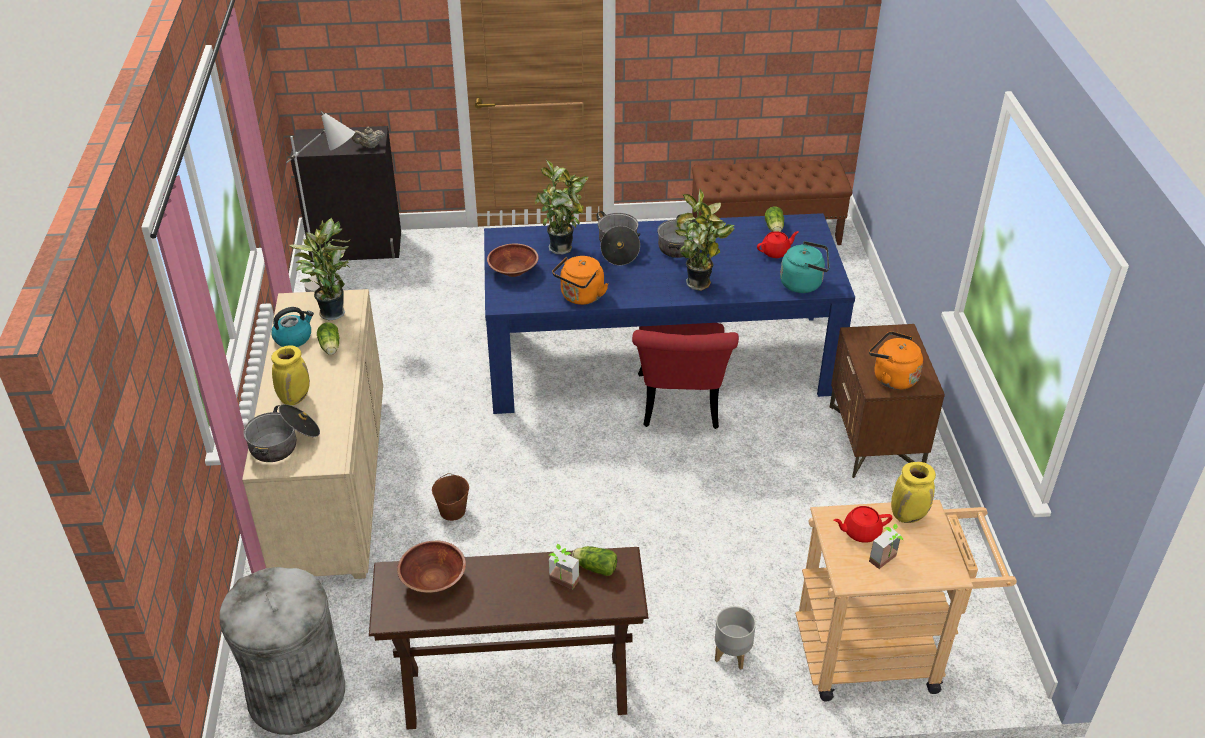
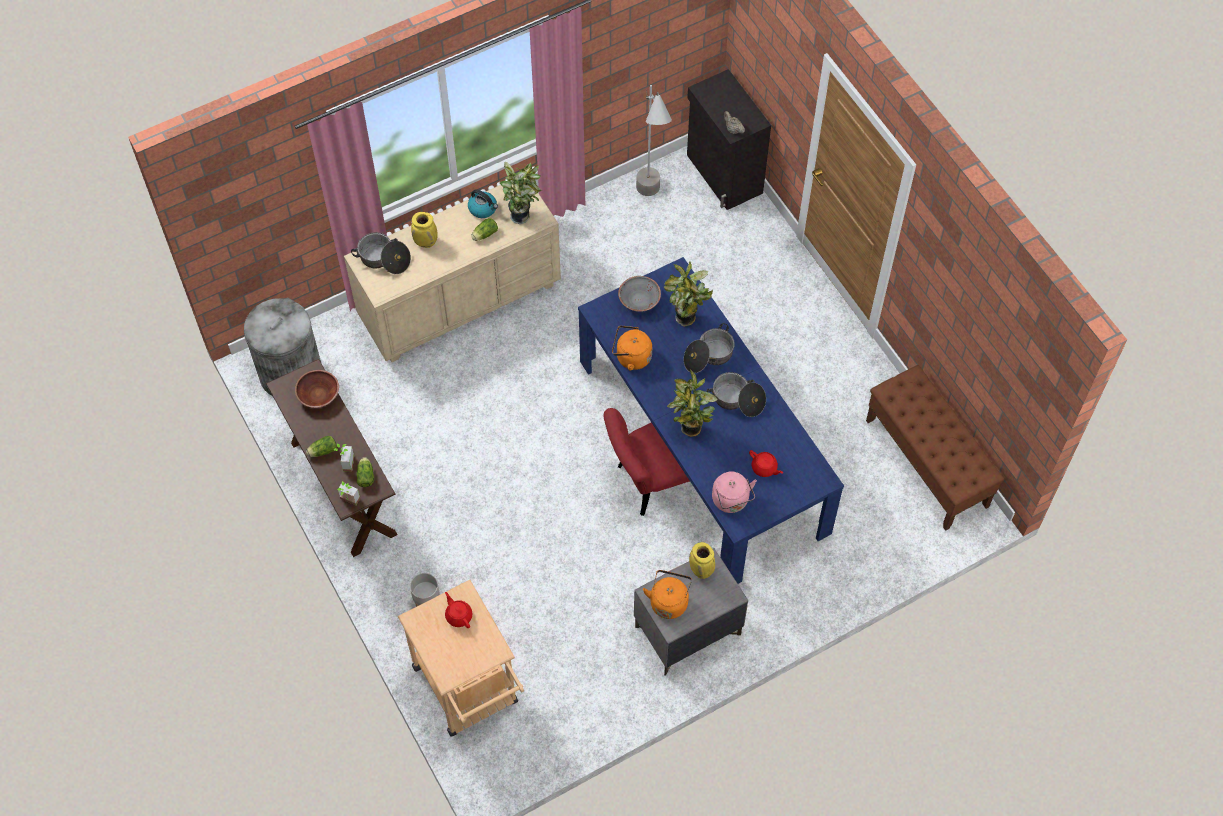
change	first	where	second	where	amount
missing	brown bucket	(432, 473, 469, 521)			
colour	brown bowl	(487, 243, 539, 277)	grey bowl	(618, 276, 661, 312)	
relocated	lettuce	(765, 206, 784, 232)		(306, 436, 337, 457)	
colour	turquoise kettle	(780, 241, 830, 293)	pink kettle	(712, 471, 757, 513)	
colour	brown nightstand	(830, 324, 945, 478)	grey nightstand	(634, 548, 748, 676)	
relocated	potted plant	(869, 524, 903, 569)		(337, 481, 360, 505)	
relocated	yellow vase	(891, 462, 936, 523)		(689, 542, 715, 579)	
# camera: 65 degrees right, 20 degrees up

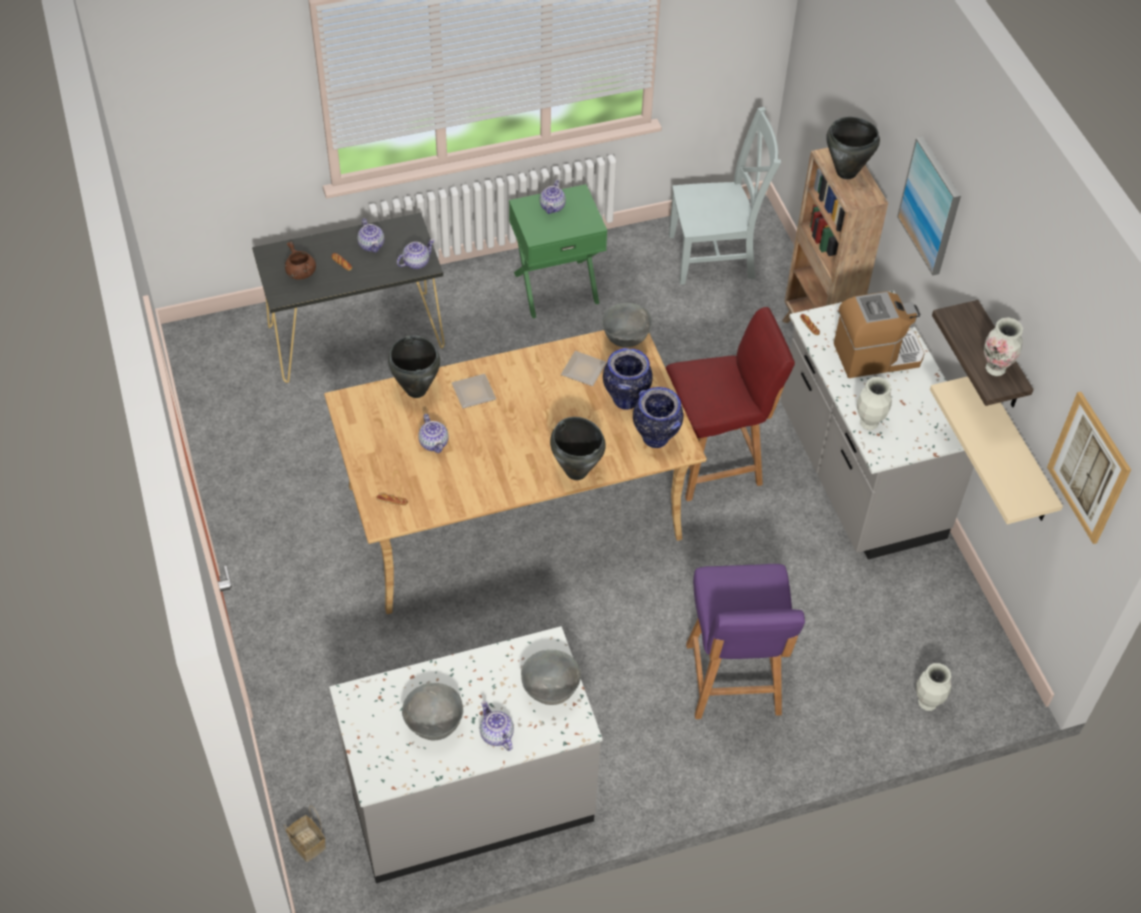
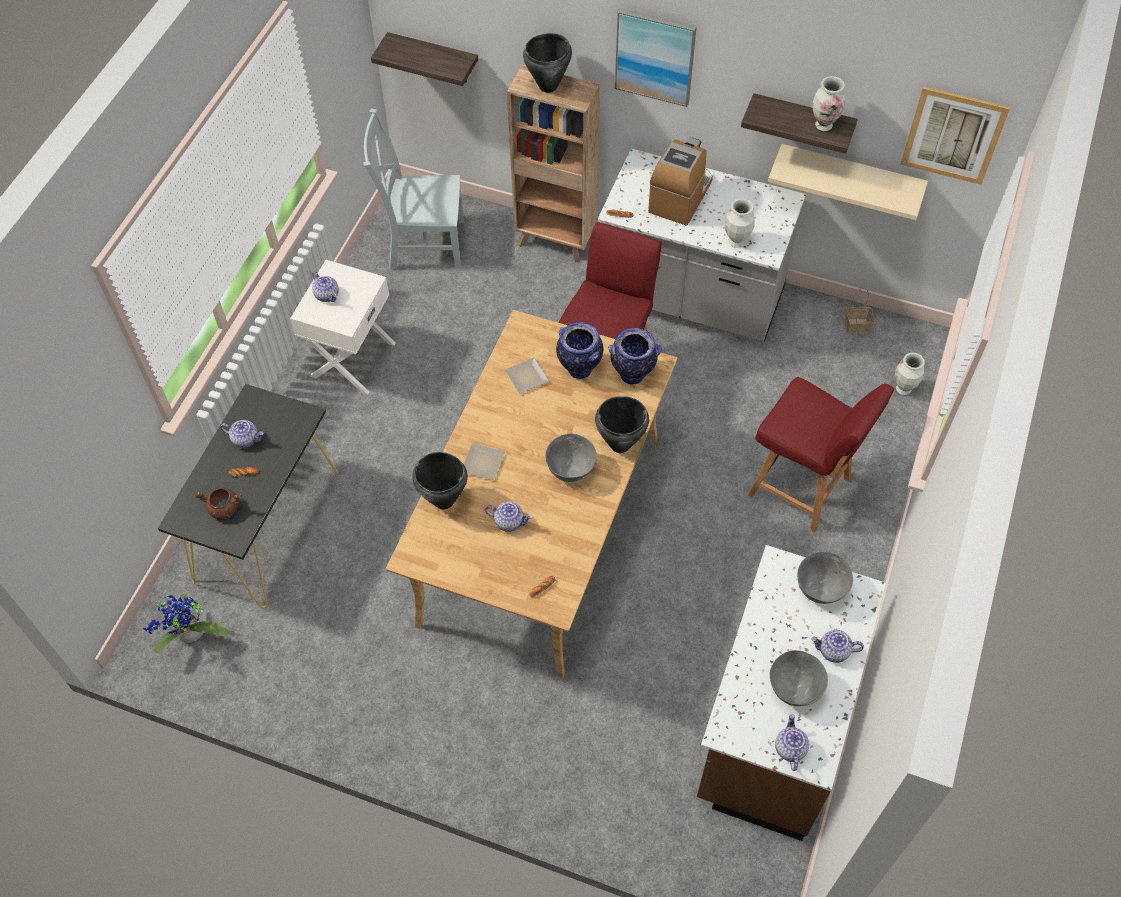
change	first	where	second	where	amount
relocated	basket	(284, 805, 326, 862)		(844, 288, 874, 334)	
colour	grey counter	(329, 626, 603, 883)	brown counter	(697, 545, 886, 841)	
relocated	teapot	(397, 239, 435, 269)		(775, 714, 809, 771)	
colour	green nightstand	(509, 184, 607, 318)	white nightstand	(290, 260, 396, 394)	
relocated	grey bowl	(602, 303, 652, 348)		(545, 434, 597, 482)	
spun	grey chair	(669, 107, 781, 285)		(363, 109, 464, 270)	120 degrees counterclockwise
colour	purple chair	(686, 564, 805, 719)	red chair	(748, 377, 894, 532)	
appeared			potted plant	(143, 594, 229, 653)	
appeared			shelf	(371, 32, 478, 86)	
# camera: 50 degrees left, 5 degrees up

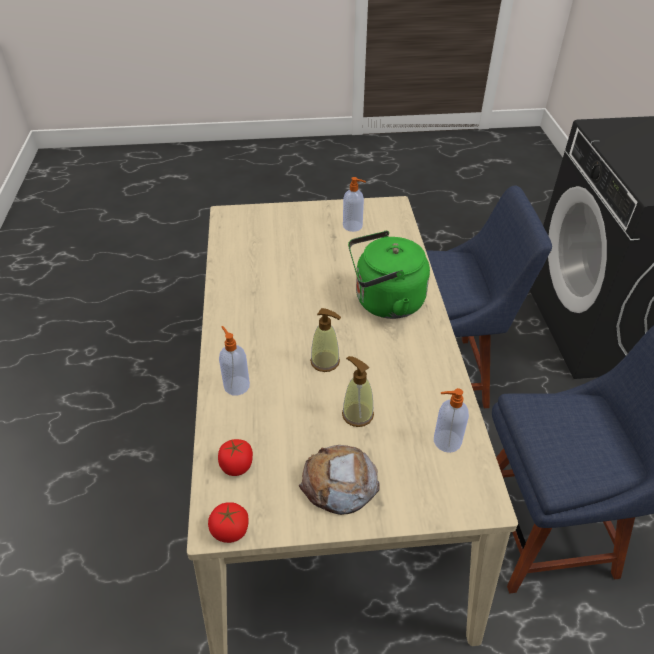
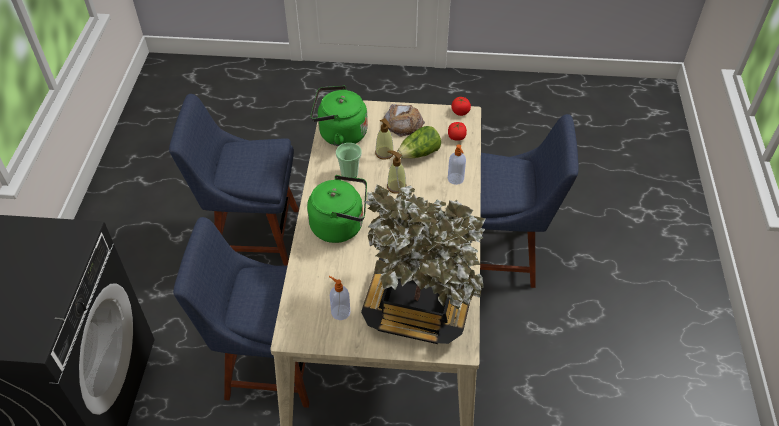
change	first	where	second	where	amount
exchanged	soap dispenser	(434, 388, 469, 453)	green kettle	(311, 85, 368, 146)	
appeared			cup	(336, 143, 361, 178)	
appeared			potted plant	(361, 184, 486, 344)	
appeared			lettuce	(397, 126, 441, 158)	
appeared			blue chair	(480, 114, 579, 288)	
# camera: 170 degrees left, 5 degrees up

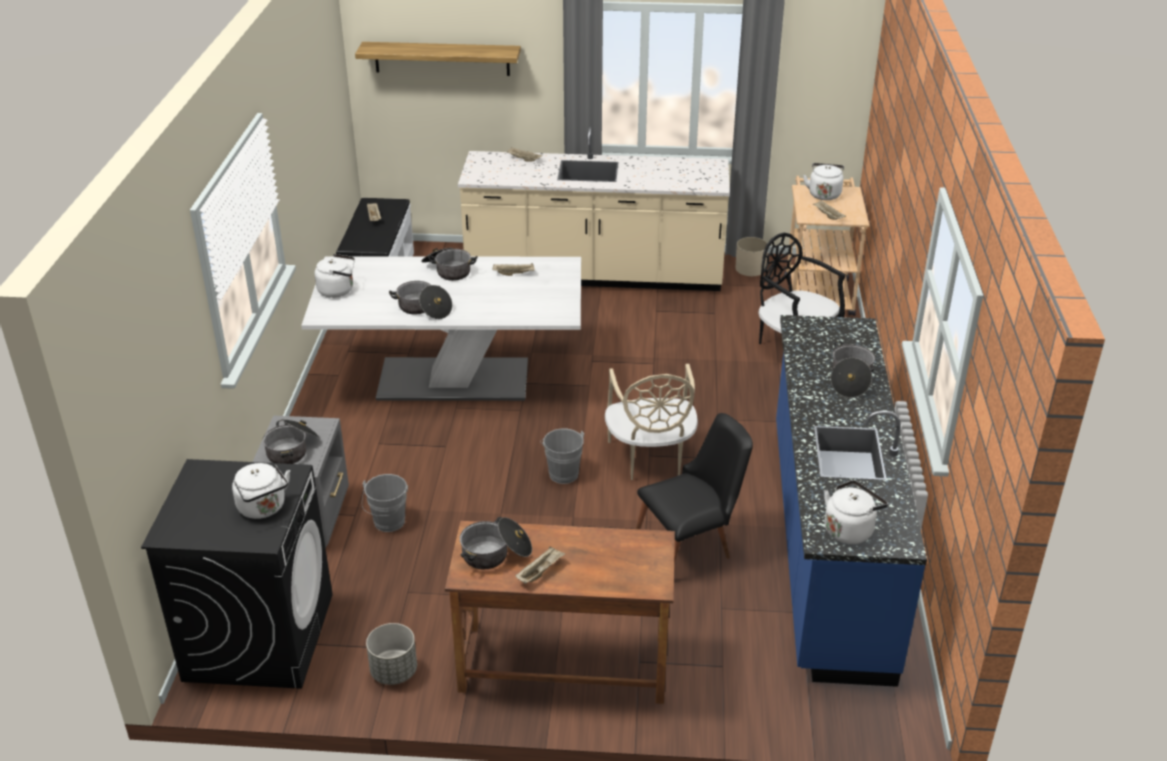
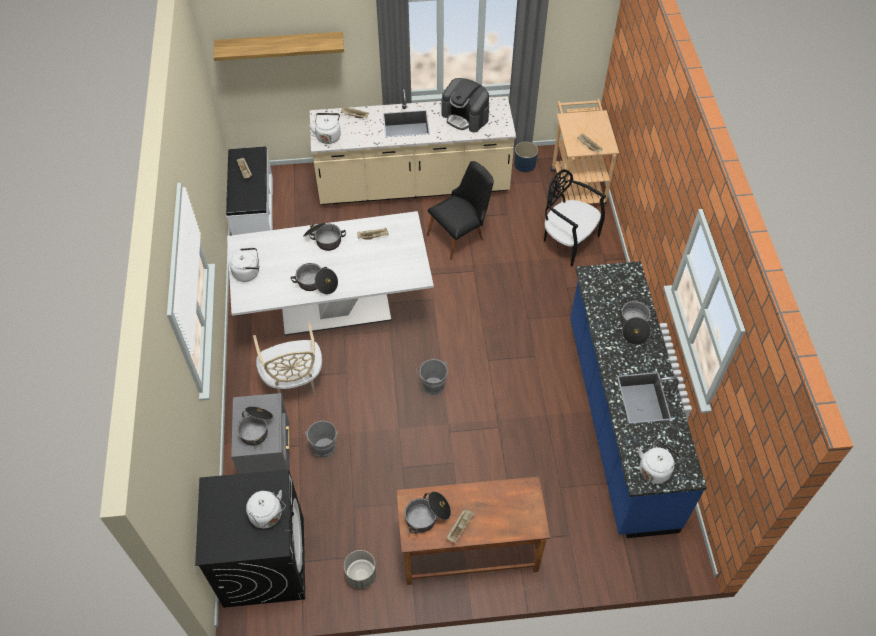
change	first	where	second	where	amount
relocated	beige chair	(605, 364, 698, 480)		(253, 322, 322, 395)	
relocated	black chair	(636, 413, 753, 564)		(427, 161, 494, 260)	
colour	beige planter	(736, 237, 768, 276)	blue planter	(514, 142, 538, 172)	
relocated	white kettle	(803, 163, 844, 200)		(309, 113, 341, 144)	
appeared			coffee machine	(442, 78, 489, 132)	
# camera: 10 degrees left, 20 degrees up

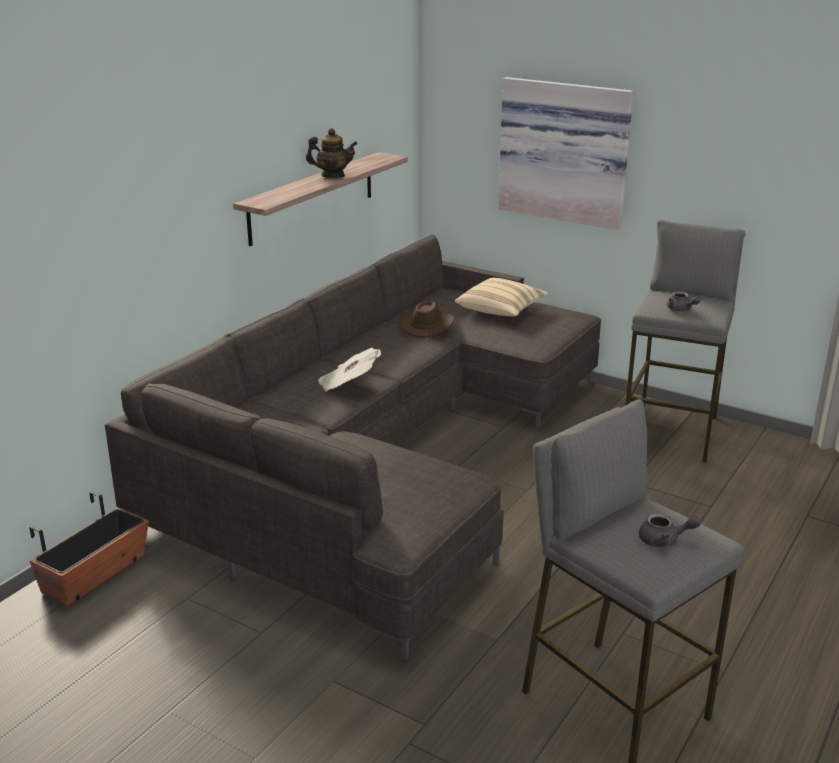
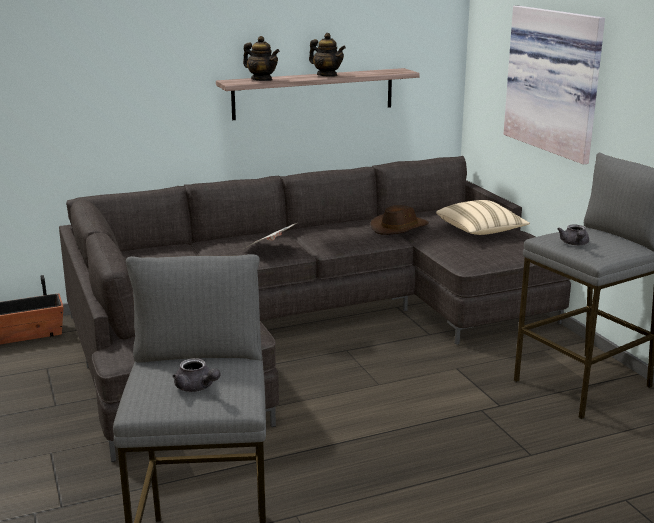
change	first	where	second	where	amount
appeared			teapot	(243, 36, 280, 81)	
# camera: 35 degrees right, 5 degrees down

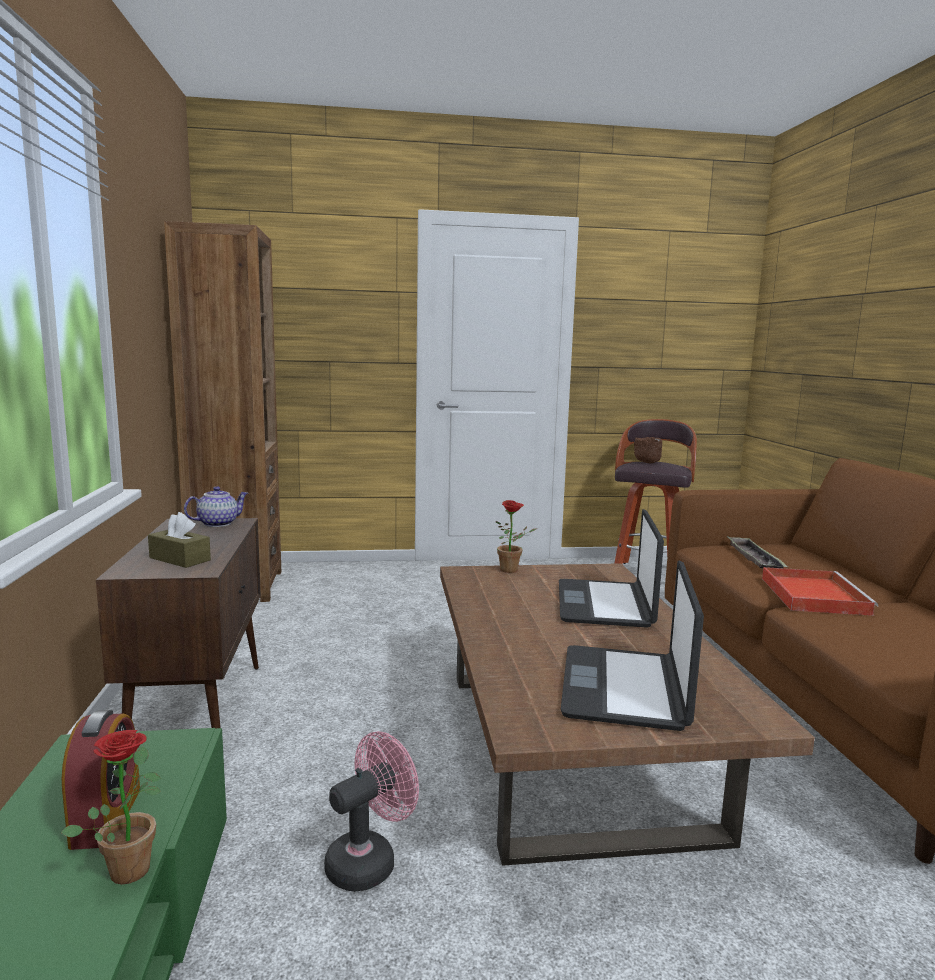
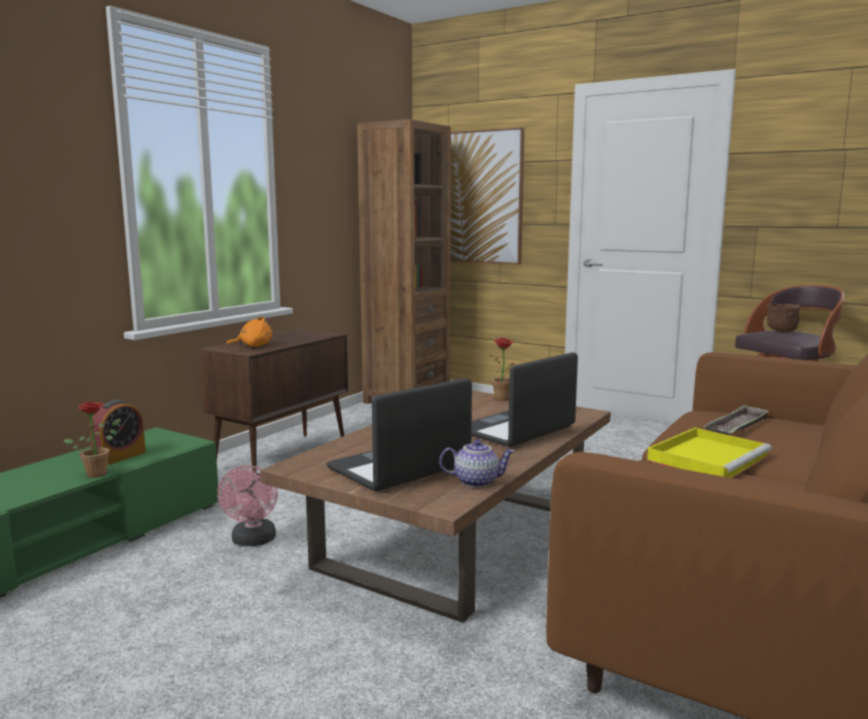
change	first	where	second	where	amount
exchanged	brown tissue box	(148, 512, 211, 568)	orange plush toy	(226, 316, 272, 347)	
relocated	teapot	(184, 486, 248, 527)		(439, 439, 515, 488)	
spun	pink fan	(324, 731, 419, 892)		(217, 465, 278, 546)	90 degrees clockwise
colour	red tray	(762, 567, 878, 616)	yellow tray	(647, 428, 772, 478)	
appeared			picture	(450, 127, 525, 265)	
# camera: 40 degrees right, 0 degrees up

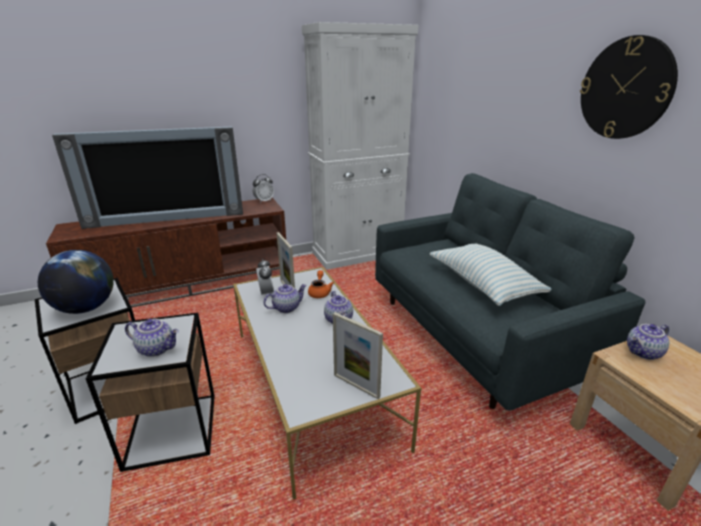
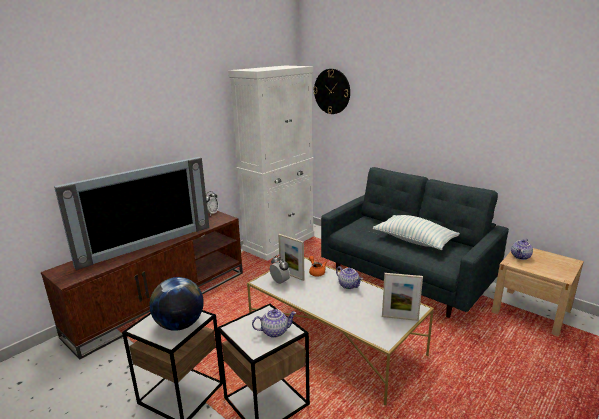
change	first	where	second	where	amount
missing	teapot	(263, 284, 307, 313)			
relocated	wall clock	(580, 35, 678, 139)		(313, 69, 350, 114)	
# camera: 25 degrees left, 5 degrees down

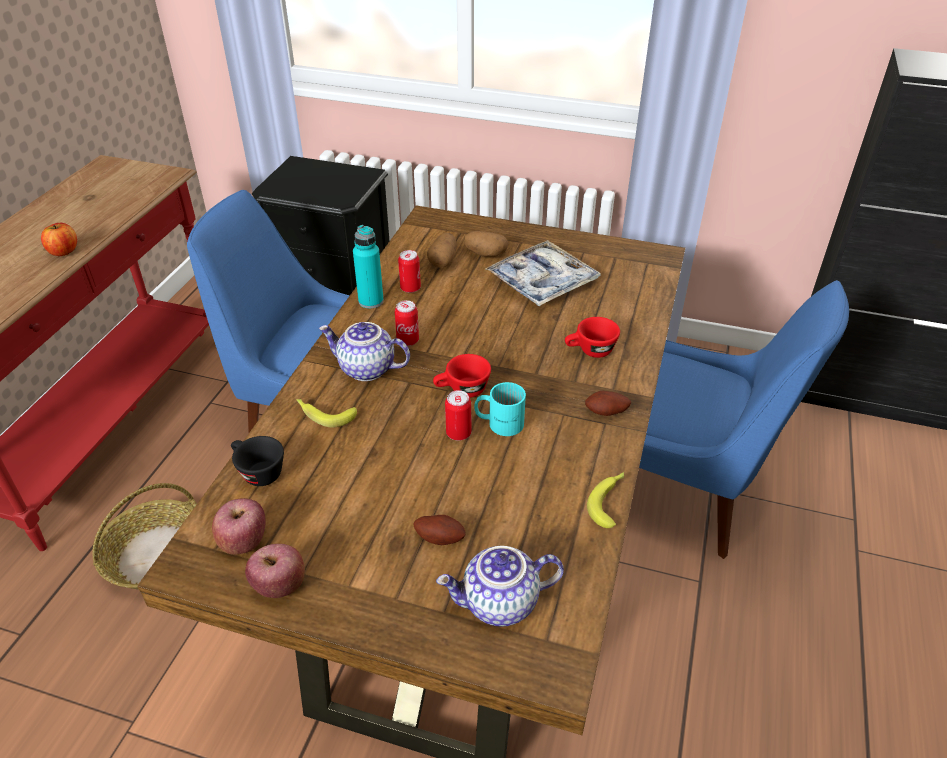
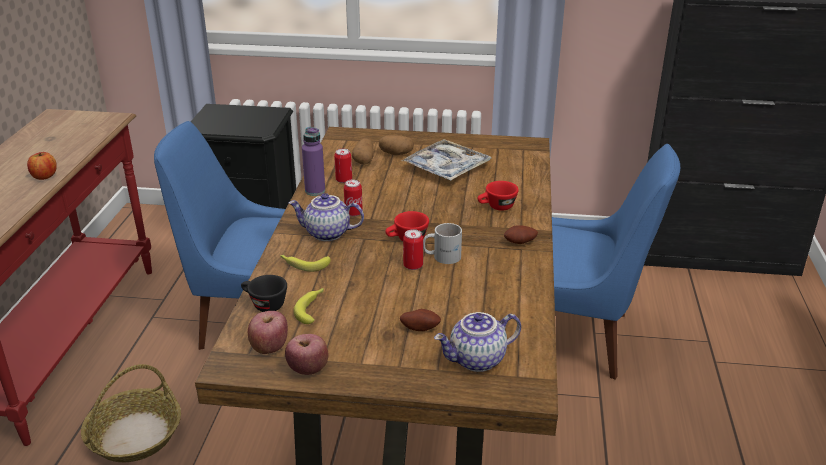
change	first	where	second	where	amount
colour	turquoise bottle	(353, 225, 384, 309)	purple bottle	(302, 127, 325, 196)	
colour	turquoise mug	(474, 382, 526, 436)	white mug	(423, 223, 462, 264)	
relocated	banana	(587, 472, 624, 528)		(293, 288, 324, 324)	
# camera: 10 degrees left, 10 degrees down

